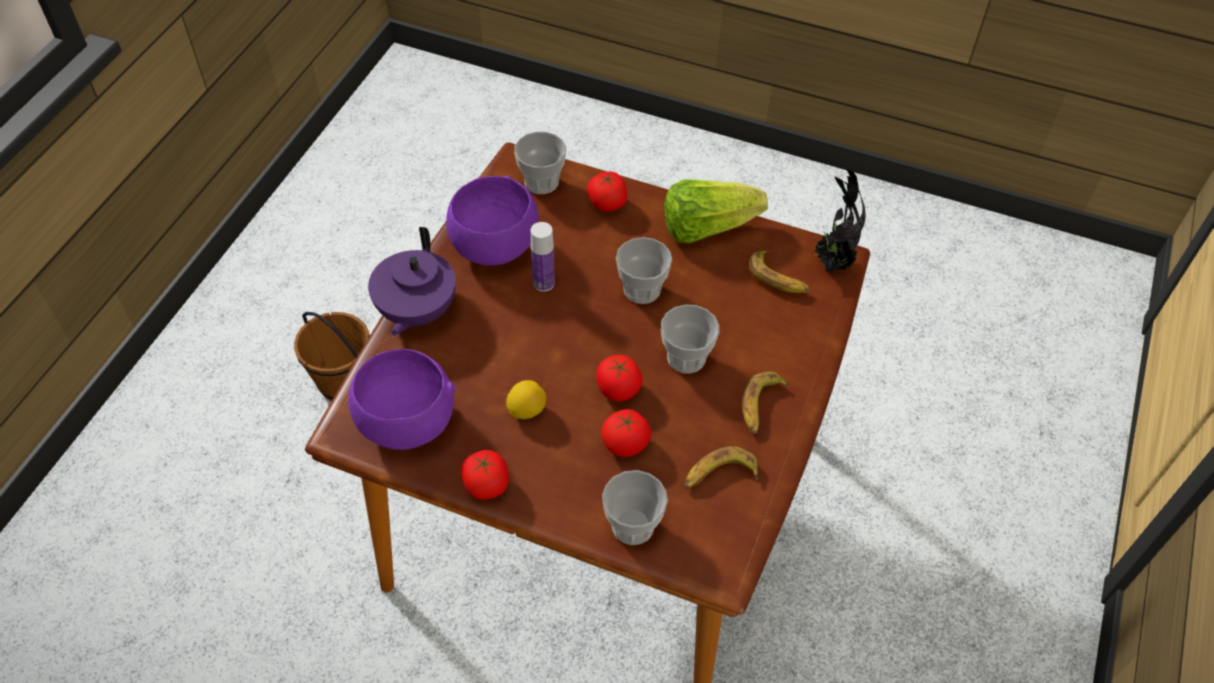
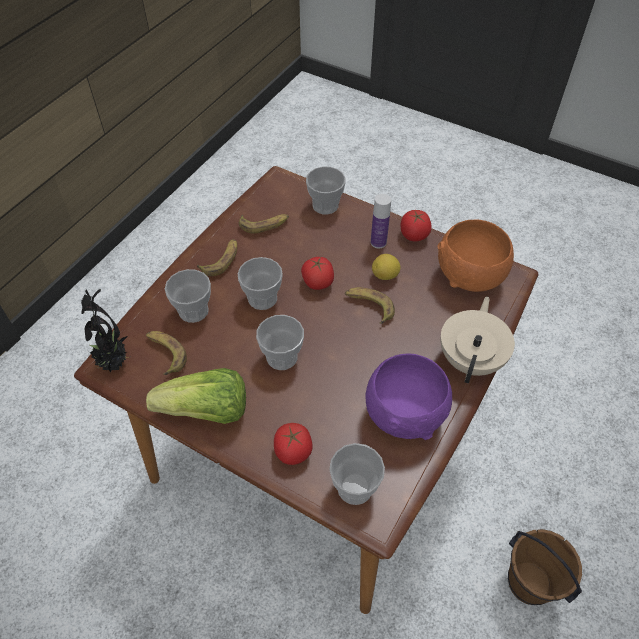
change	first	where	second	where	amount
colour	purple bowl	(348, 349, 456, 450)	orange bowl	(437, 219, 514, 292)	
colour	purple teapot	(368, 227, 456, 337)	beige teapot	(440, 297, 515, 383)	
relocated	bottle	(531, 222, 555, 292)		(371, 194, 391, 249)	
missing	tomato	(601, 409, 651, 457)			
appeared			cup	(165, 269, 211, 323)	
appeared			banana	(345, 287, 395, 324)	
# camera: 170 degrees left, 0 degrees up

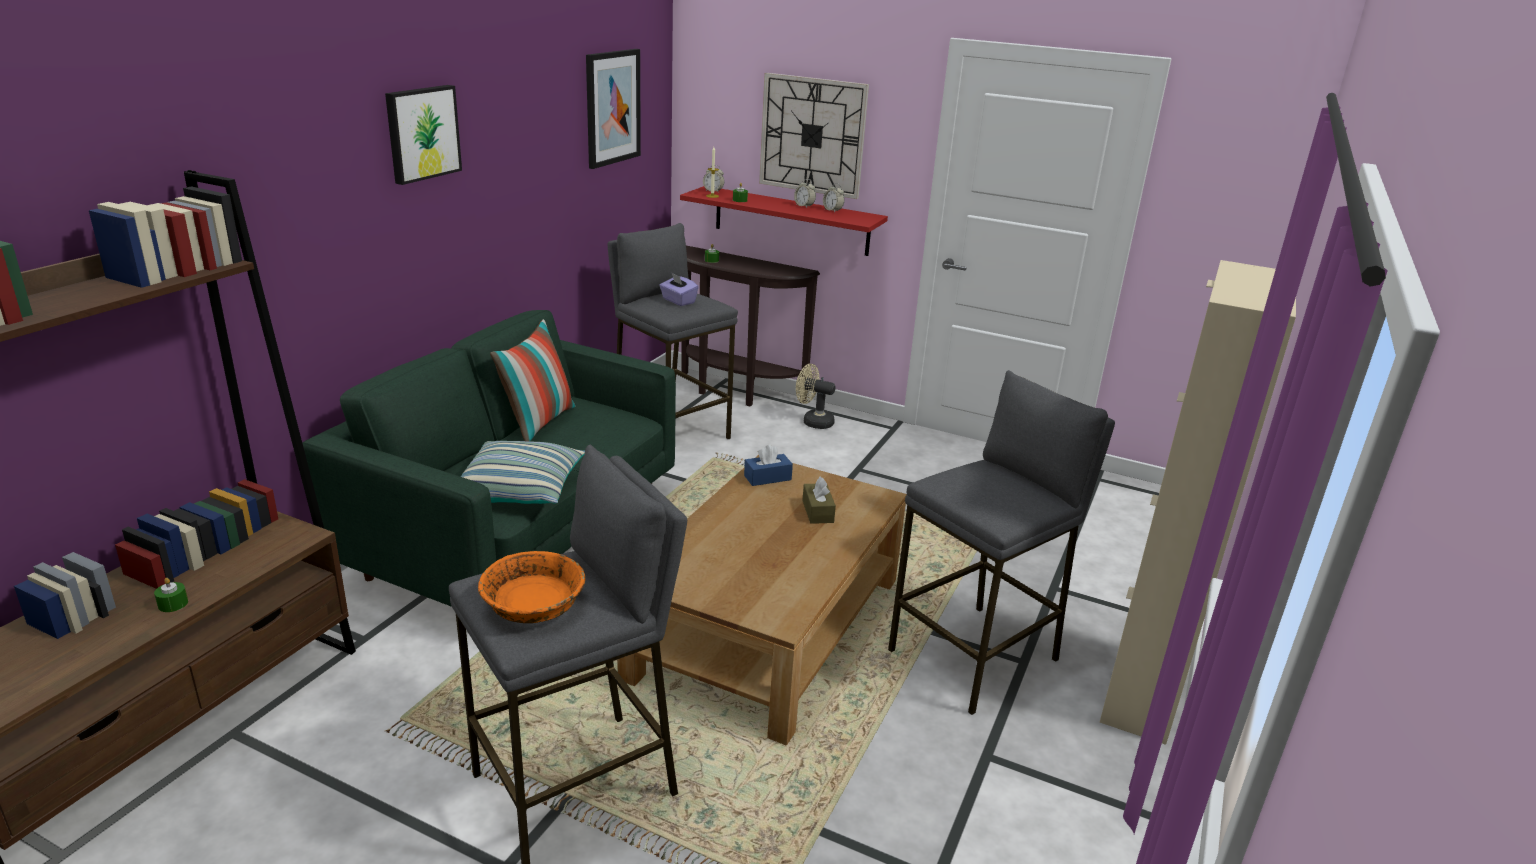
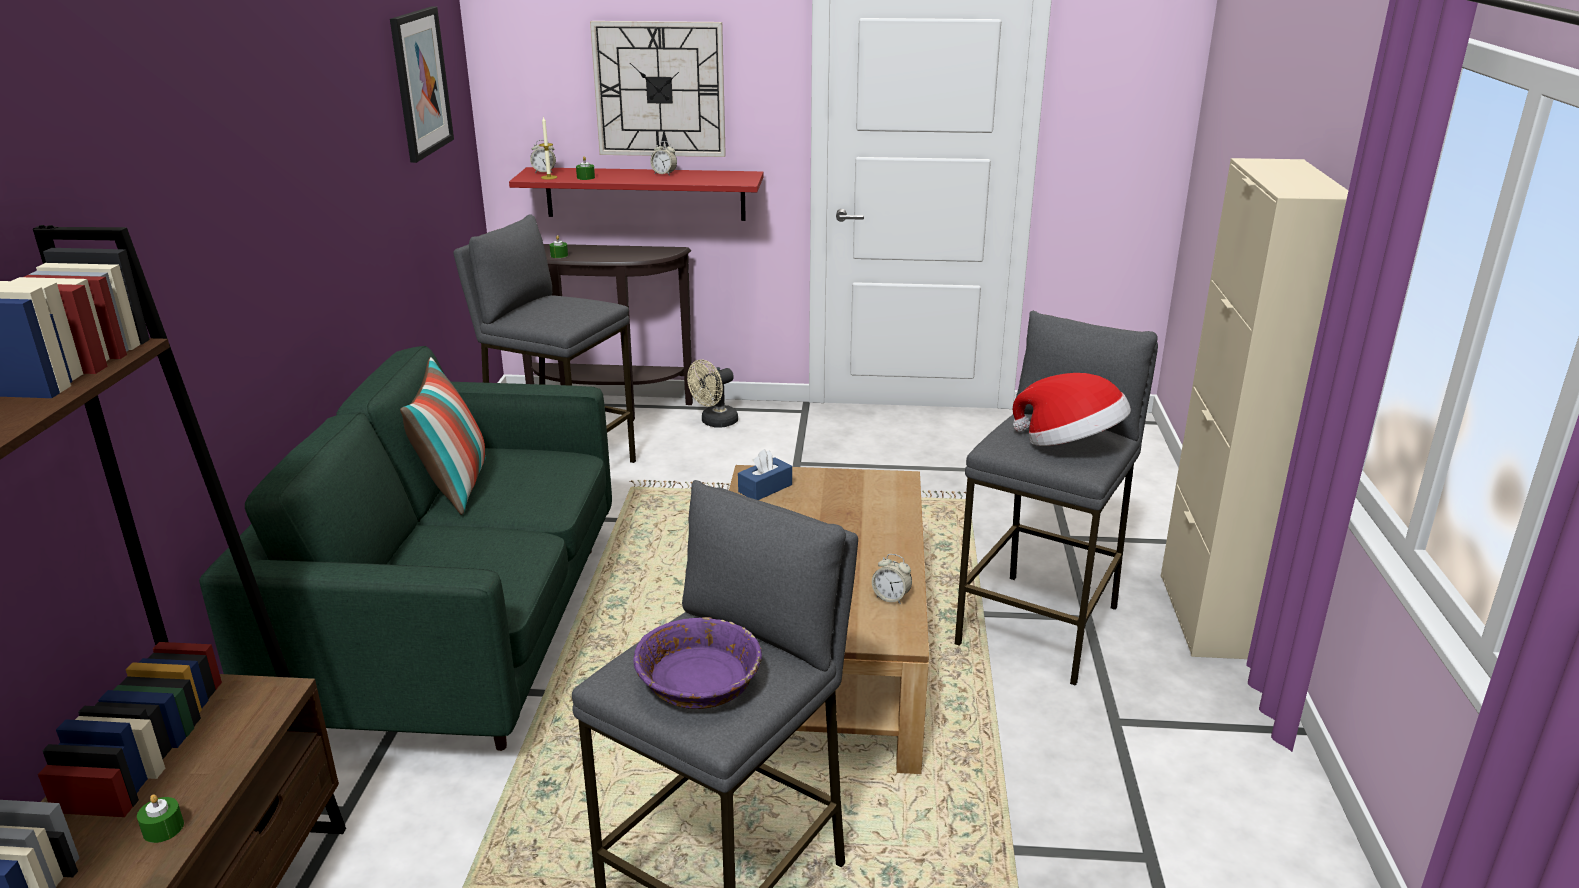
change	first	where	second	where	amount
missing	picture	(385, 85, 462, 185)			
missing	pillow	(461, 441, 585, 504)			
colour	orange bowl	(478, 551, 585, 623)	purple bowl	(633, 617, 762, 709)	
missing	purple tissue box	(659, 272, 699, 306)			
spun	beige fan	(796, 364, 836, 429)		(687, 360, 738, 428)	45 degrees counterclockwise
missing	brown tissue box	(802, 477, 836, 524)			
relocated	alarm clock	(823, 183, 844, 212)		(872, 554, 912, 604)	
appeared			hat	(1013, 373, 1131, 446)	
# camera: 20 degrees left, 0 degrees up

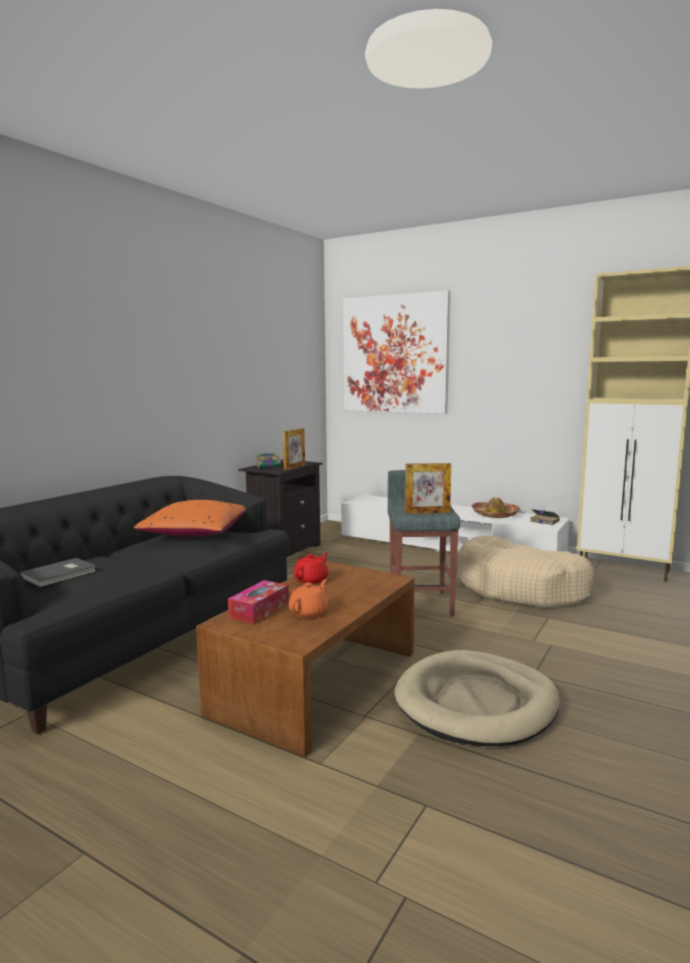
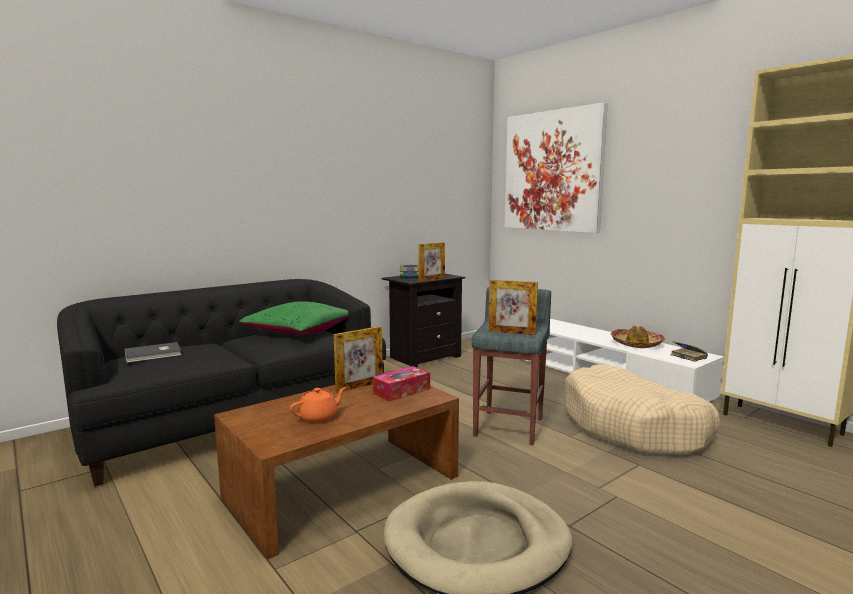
change	first	where	second	where	amount
colour	orange pillow	(134, 500, 246, 537)	green pillow	(239, 301, 349, 335)	
relocated	tissue box	(228, 580, 289, 624)		(373, 366, 430, 402)	
exchanged	red teapot	(294, 552, 328, 584)	picture frame	(334, 326, 383, 393)	
# camera: 20 degrees right, 0 degrees up

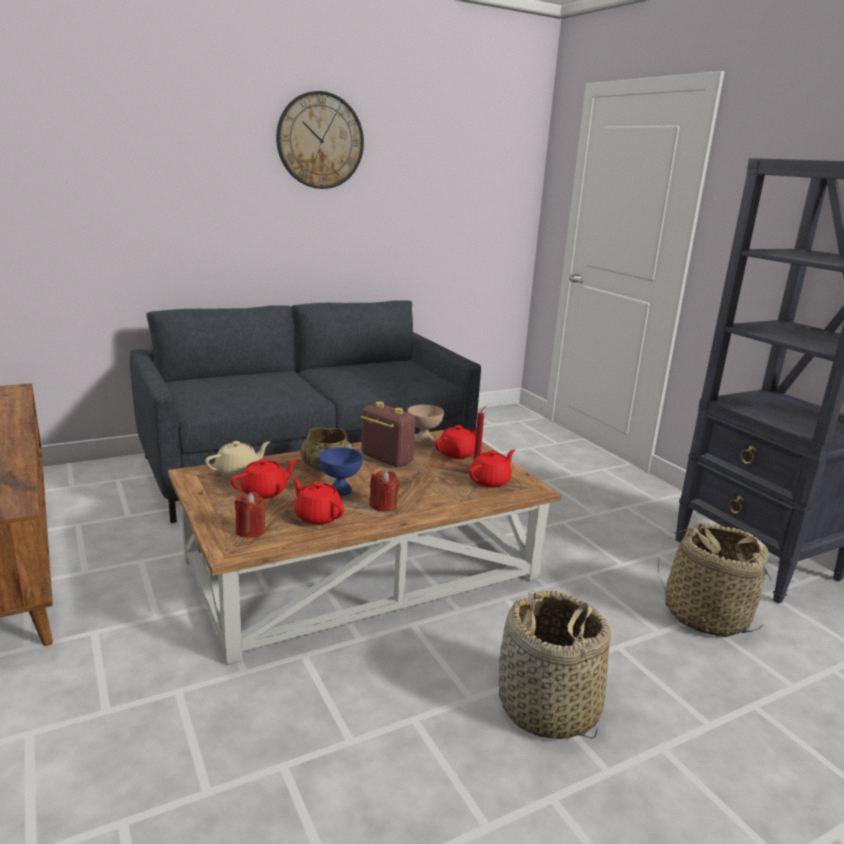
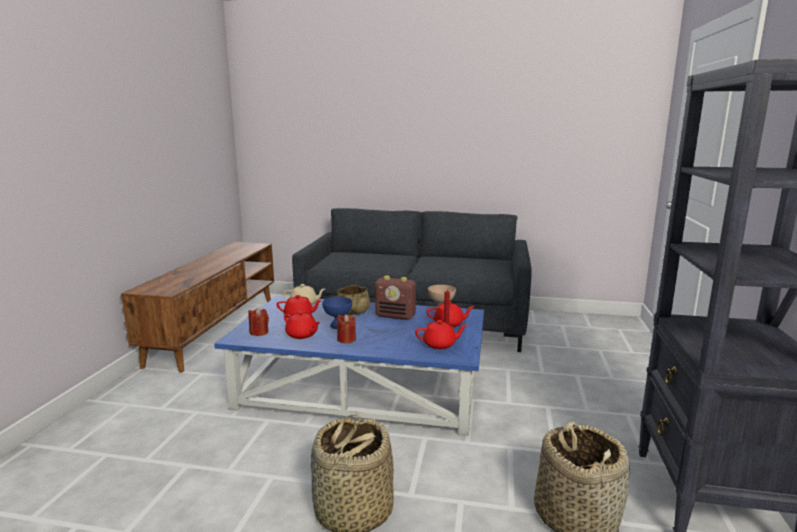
change	first	where	second	where	amount
colour	brown coffee table	(168, 430, 561, 665)	blue coffee table	(214, 296, 484, 436)	
missing	wall clock	(276, 91, 364, 189)			
spun	red teapot	(292, 477, 344, 525)		(284, 311, 321, 339)	135 degrees clockwise
spun	radio	(361, 402, 415, 467)		(375, 276, 416, 320)	120 degrees clockwise
# camera: 40 degrees right, 5 degrees down

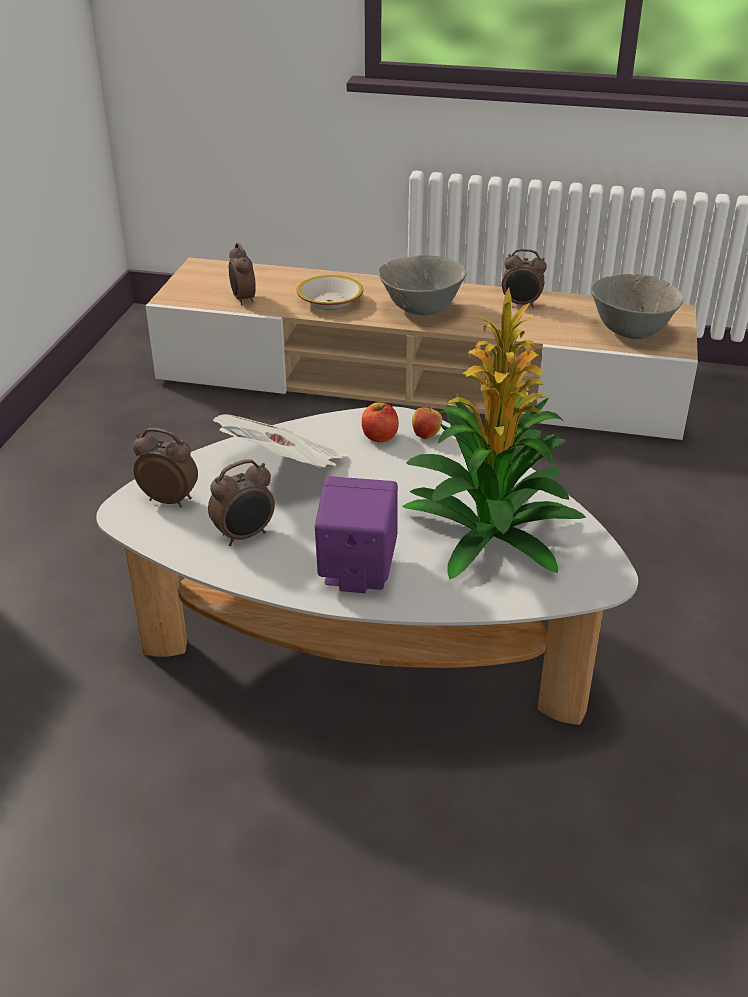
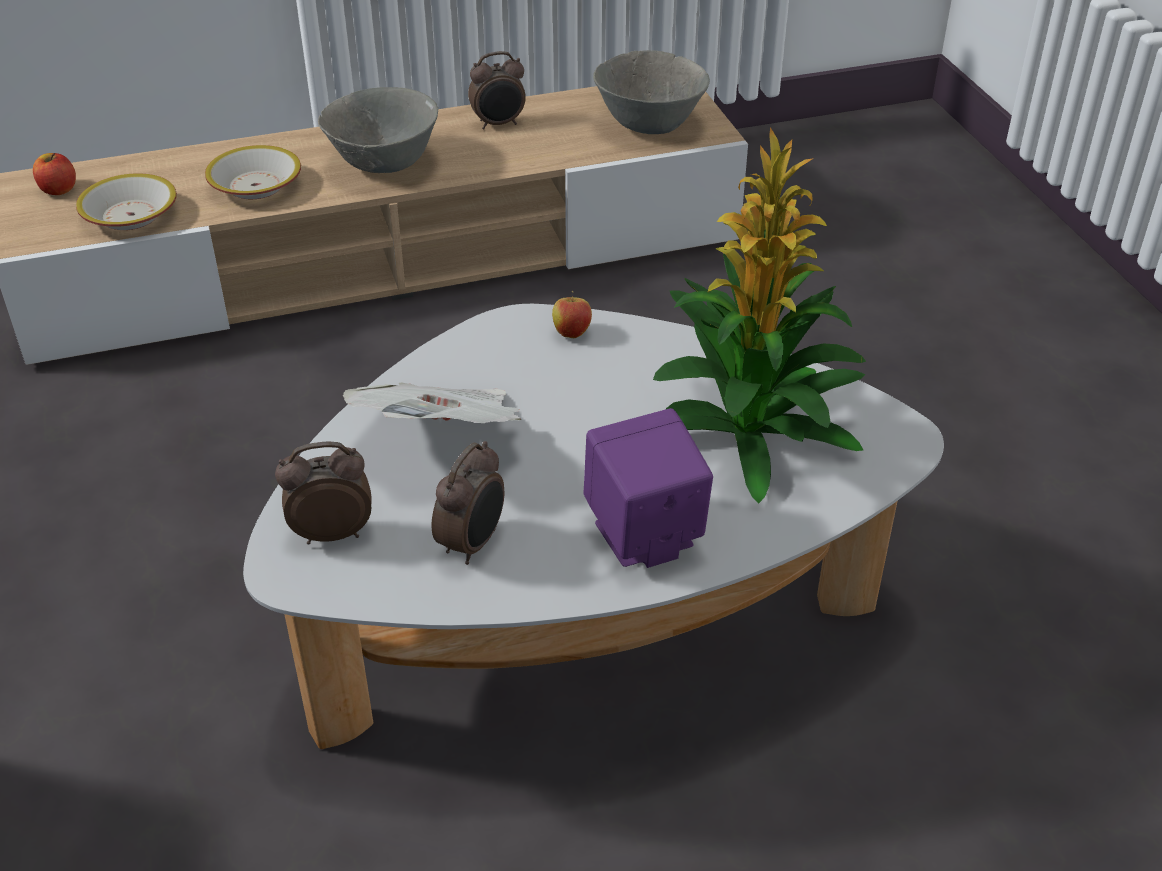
change	first	where	second	where	amount
exchanged	alarm clock	(229, 243, 256, 305)	bowl	(76, 173, 177, 230)	
relocated	apple	(362, 402, 399, 443)		(33, 153, 76, 195)	
# camera: 30 degrees left, 5 degrees up

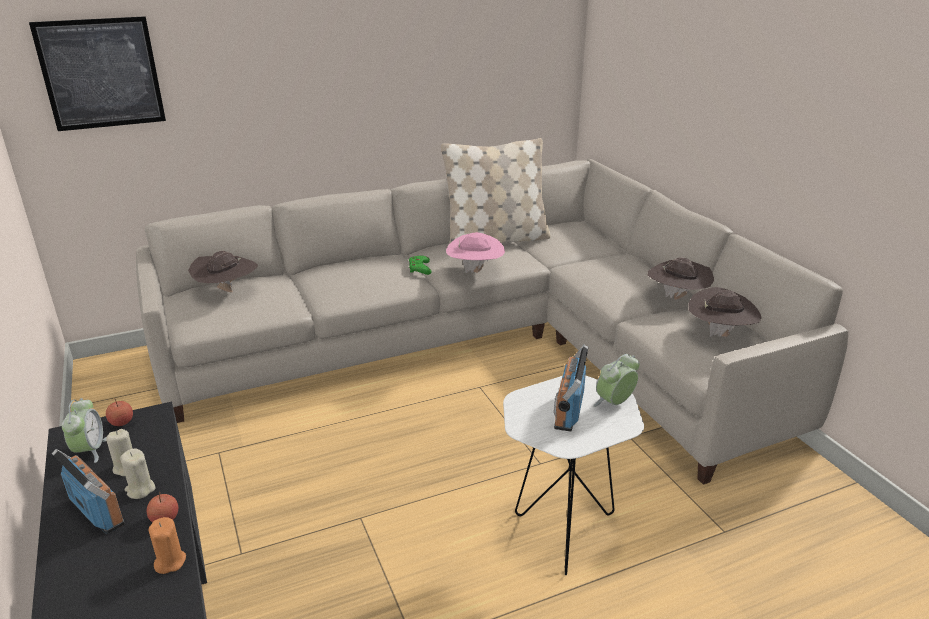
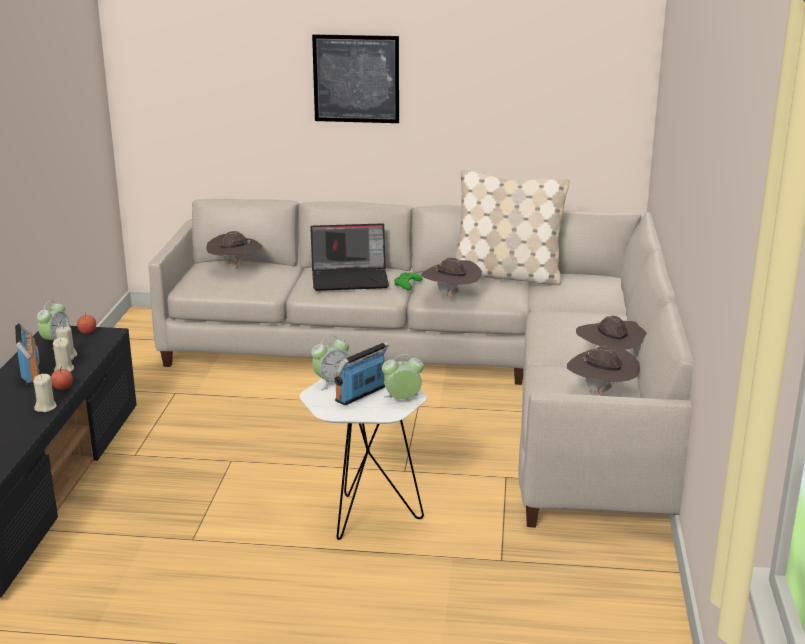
change	first	where	second	where	amount
relocated	picture	(29, 16, 166, 131)		(312, 34, 399, 123)	
colour	orange candle	(149, 517, 186, 574)	beige candle	(33, 374, 57, 412)	
colour	pink hat	(446, 232, 505, 273)	brown hat	(421, 258, 482, 297)	
appeared			laptop	(310, 223, 389, 291)	
appeared			alarm clock	(311, 335, 349, 390)	
# camera: 30 degrees right, 5 degrees down

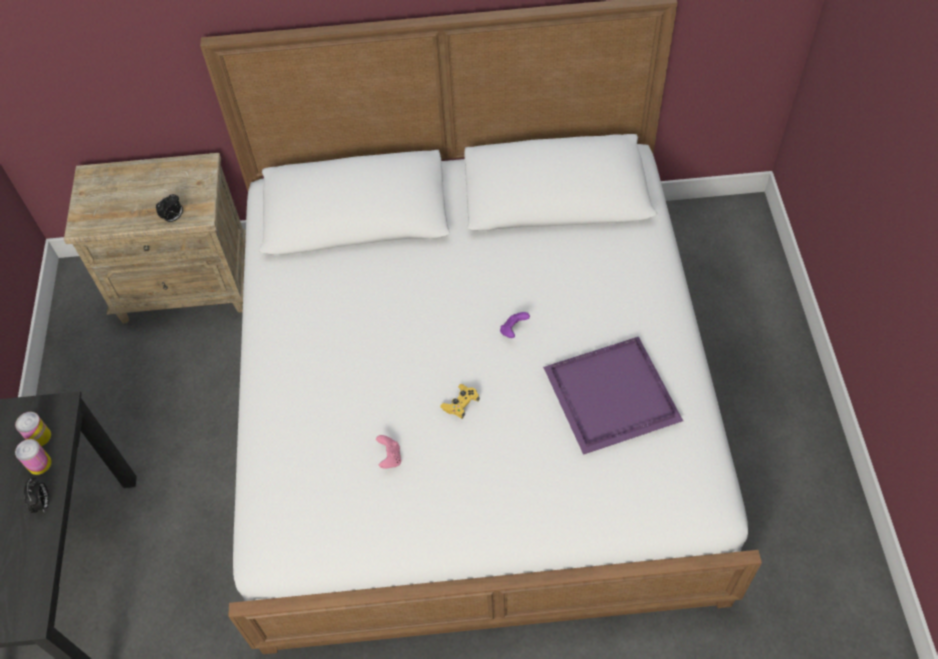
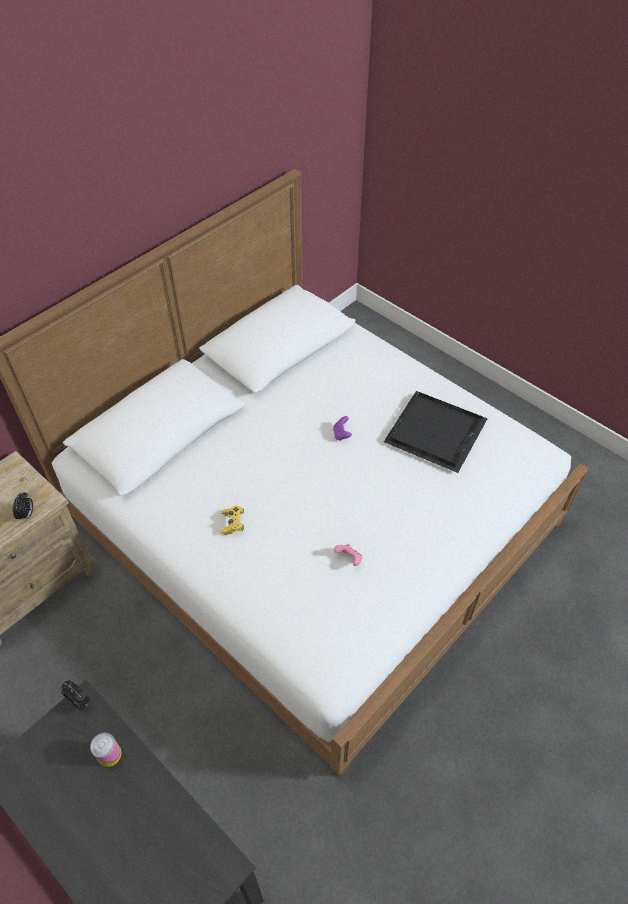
change	first	where	second	where	amount
missing	can	(15, 412, 51, 446)			
relocated	alarm clock	(24, 478, 49, 513)		(61, 680, 90, 711)	
relocated	yellow game controller	(440, 384, 480, 419)		(221, 505, 244, 535)	
colour	purple tray	(543, 337, 683, 455)	black tray	(384, 391, 487, 473)	
# camera: 45 degrees left, 5 degrees down

